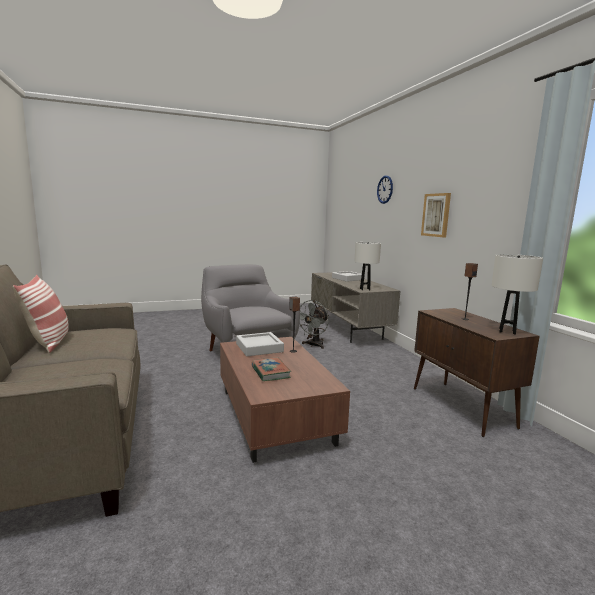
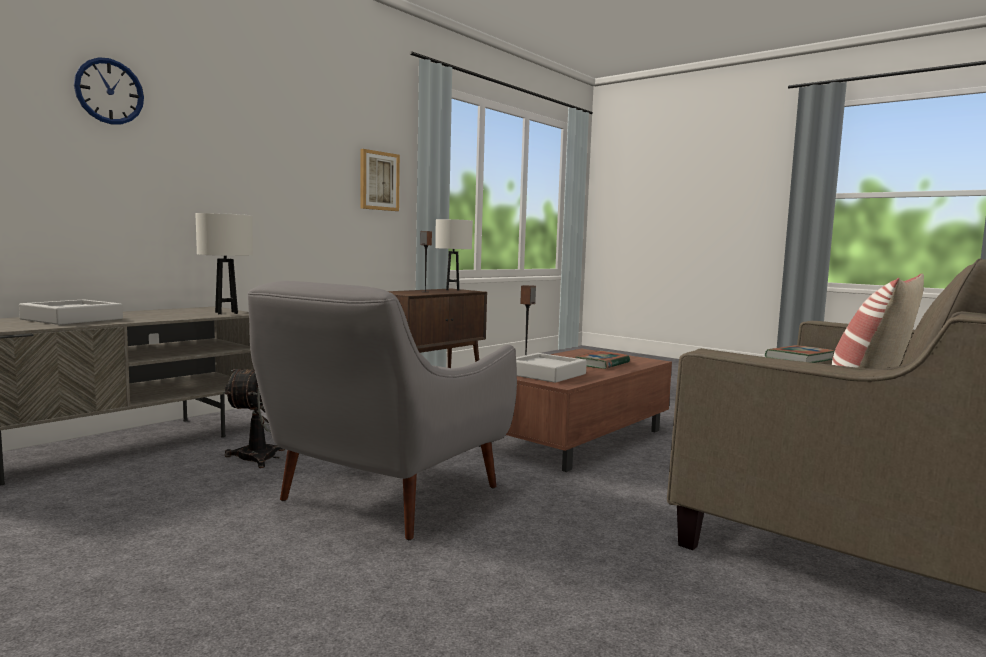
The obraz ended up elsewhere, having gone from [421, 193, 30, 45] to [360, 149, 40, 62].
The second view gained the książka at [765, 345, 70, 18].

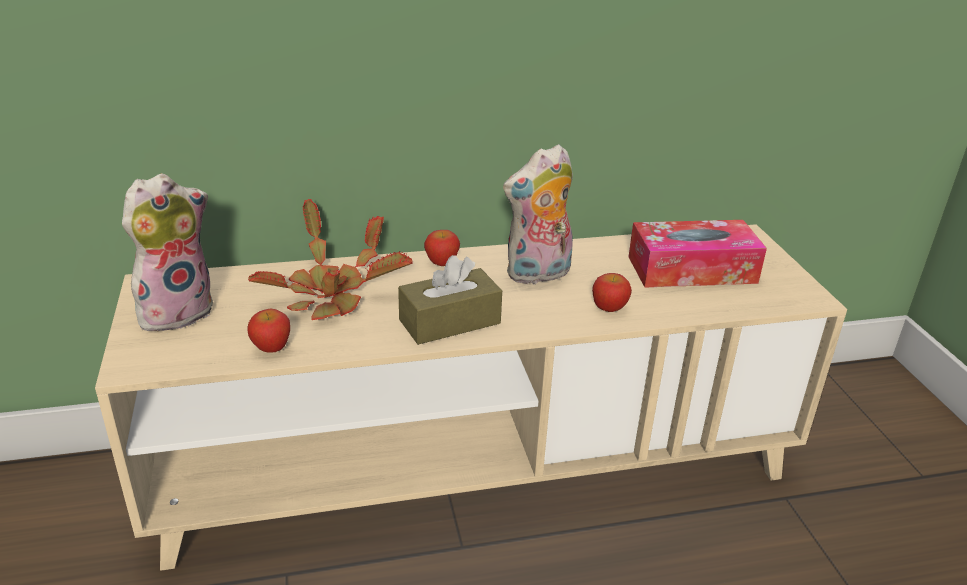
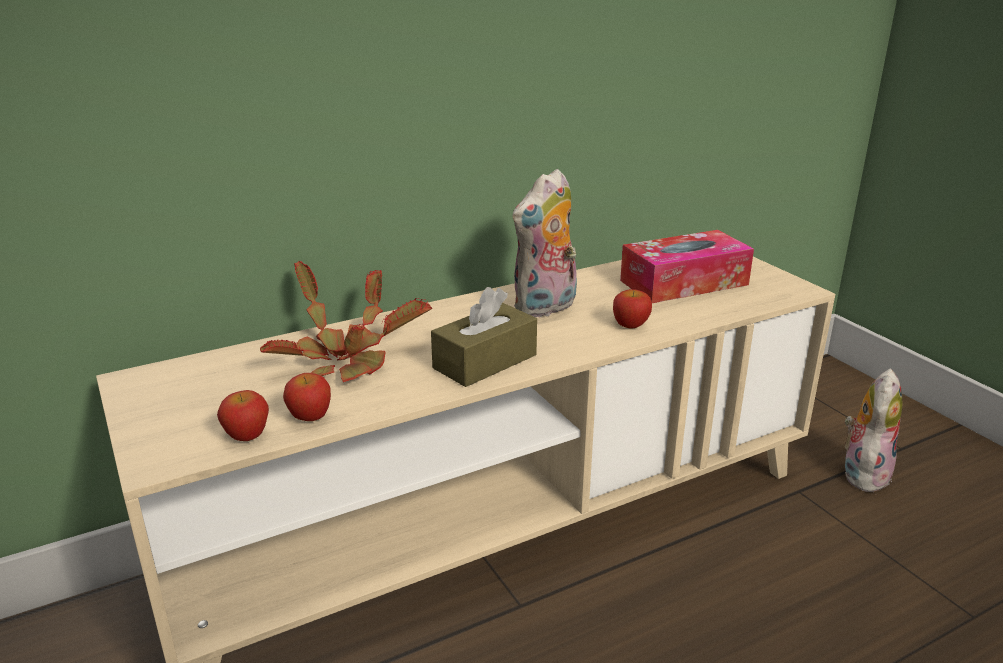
The jabłko ended up elsewhere, having gone from [424, 230, 36, 36] to [217, 390, 52, 51].
The pluszak ended up elsewhere, having gone from [122, 173, 91, 161] to [845, 368, 58, 124].

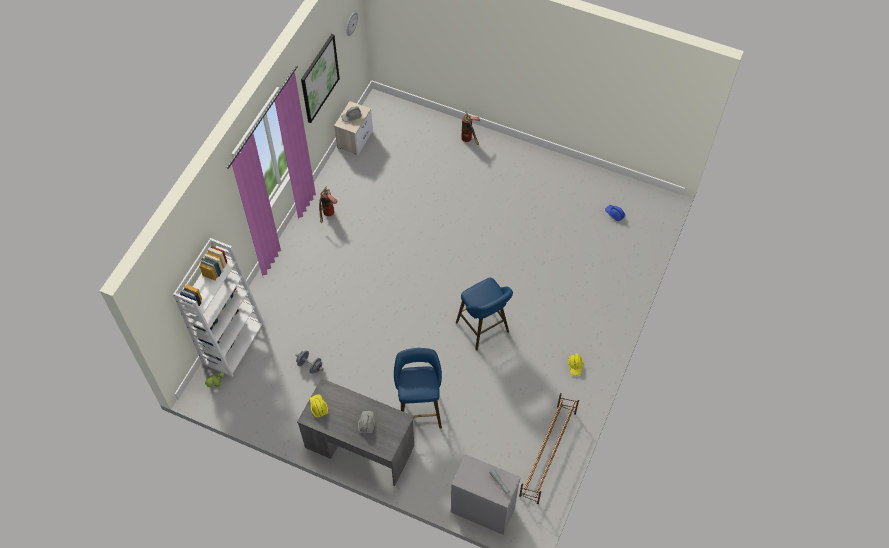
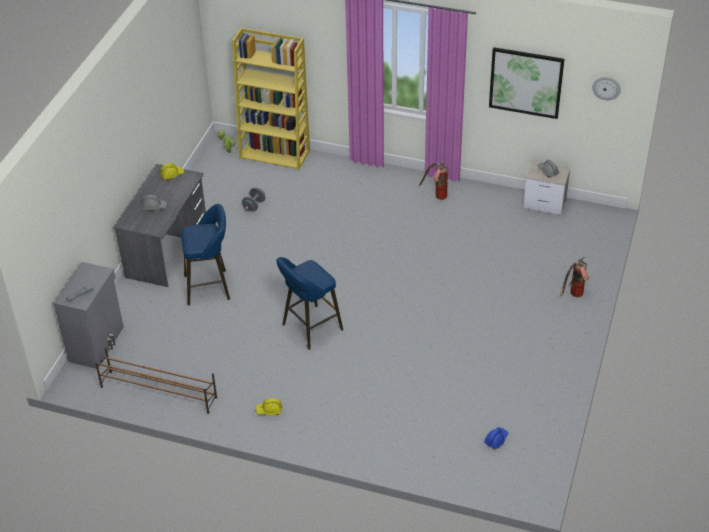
What was the regał [biały] at [173, 238, 91, 139] turned into the regał [żółty] at [232, 28, 78, 143].

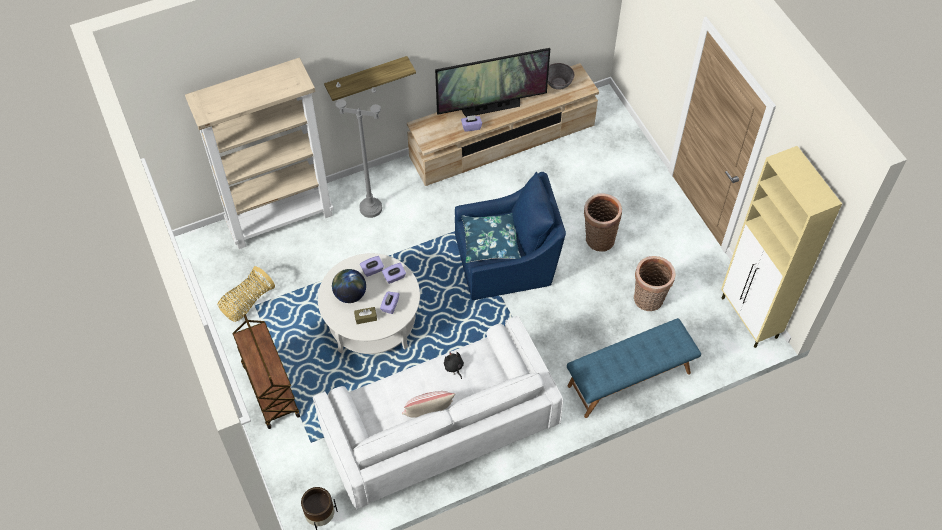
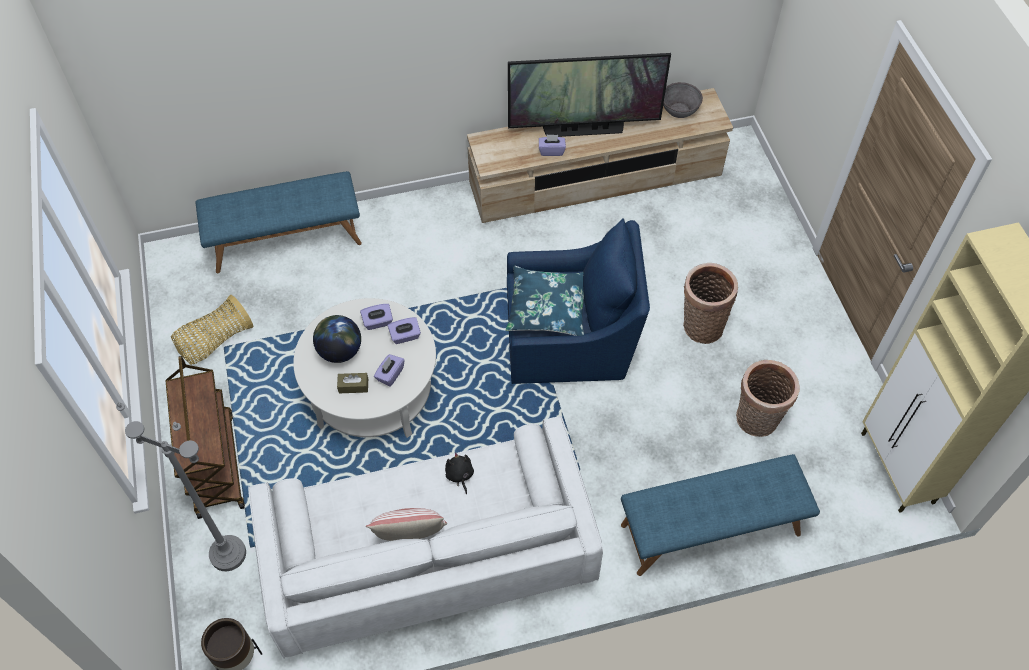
The lampa stojąca [szary] ended up elsewhere, having gone from [336, 82, 46, 136] to [116, 402, 130, 169].
Where the regał [beżowy] stood at [185, 58, 149, 191], the ławka [niebieski] came to stand at [195, 171, 167, 102].
The second view lost the półka at [324, 56, 92, 45].

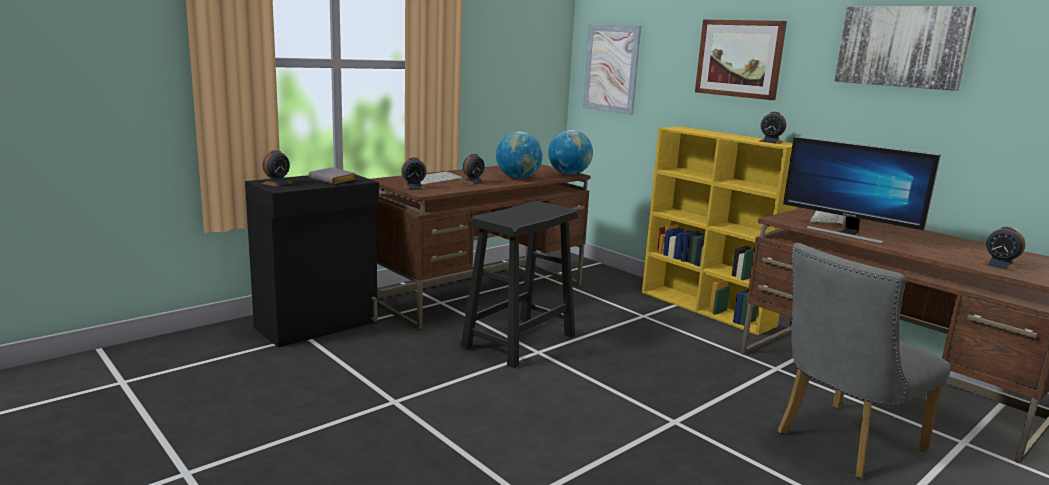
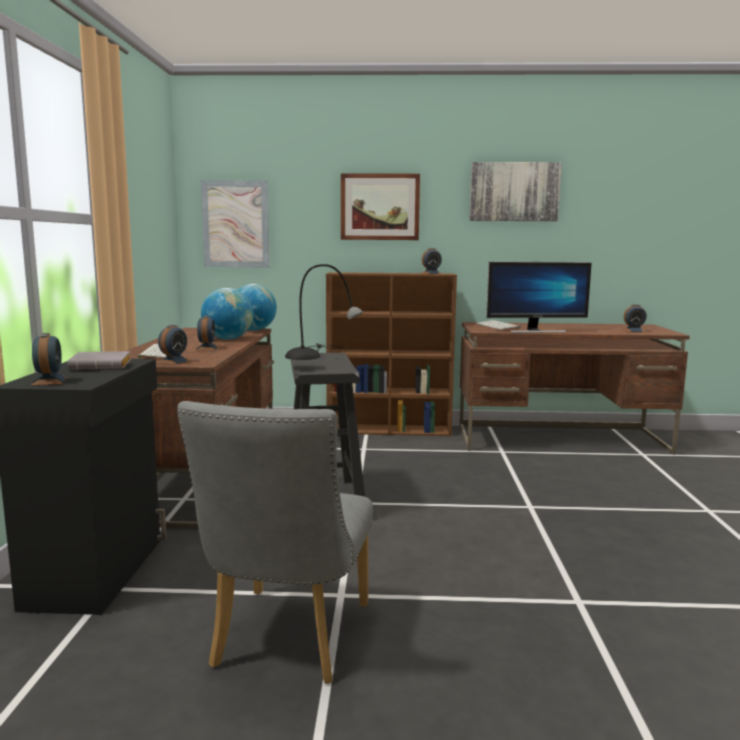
The krzesło [szary] ended up elsewhere, having gone from [778, 243, 173, 236] to [177, 401, 196, 283].
The second view gained the lampa stołowa [czarny] at [285, 264, 78, 96].
What was the regał [żółty] at [642, 127, 155, 208] turned into the regał [brązowy] at [326, 272, 131, 164].

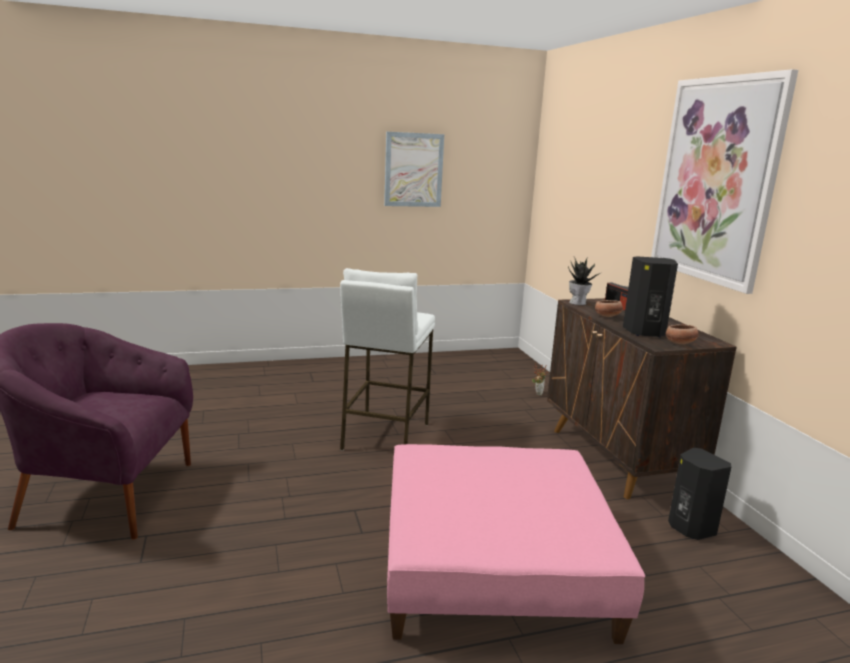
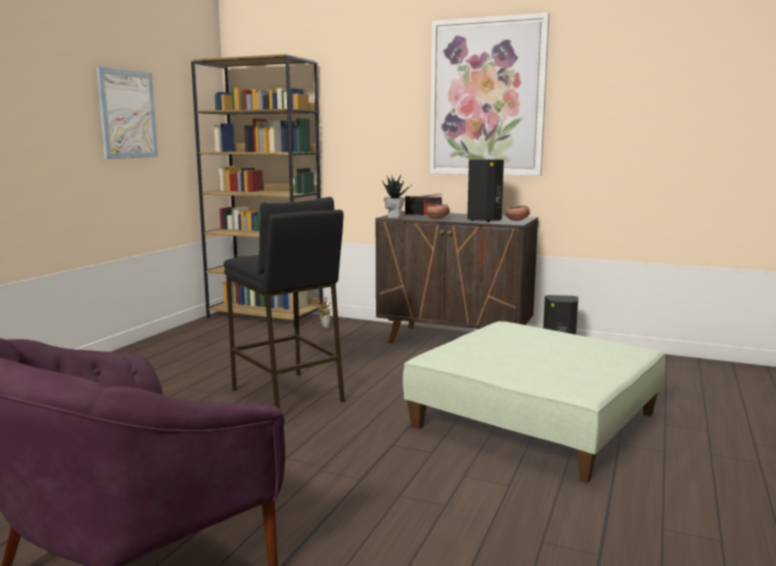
The second view gained the regał [brązowy] at [191, 54, 132, 275].
What was the stołek [biały] at [340, 268, 95, 182] turned into the stołek [czarny] at [224, 197, 121, 212].
What was the pufa [różowy] at [387, 444, 258, 200] turned into the pufa [zielony] at [403, 321, 263, 162].

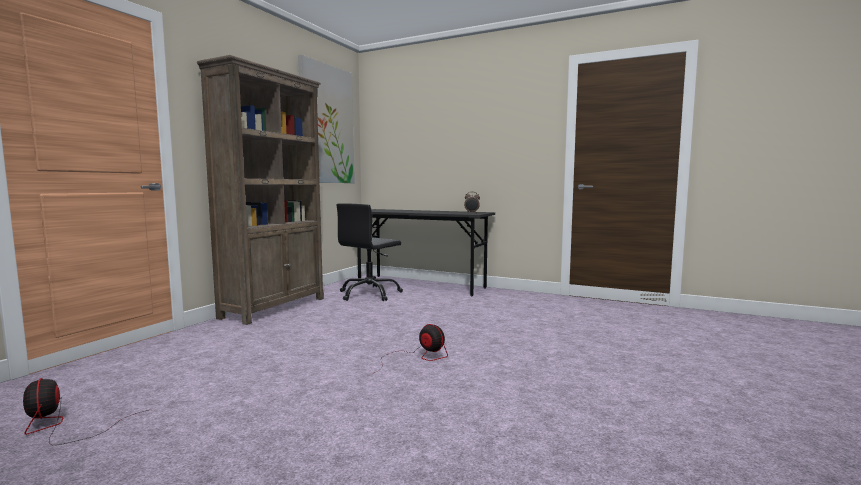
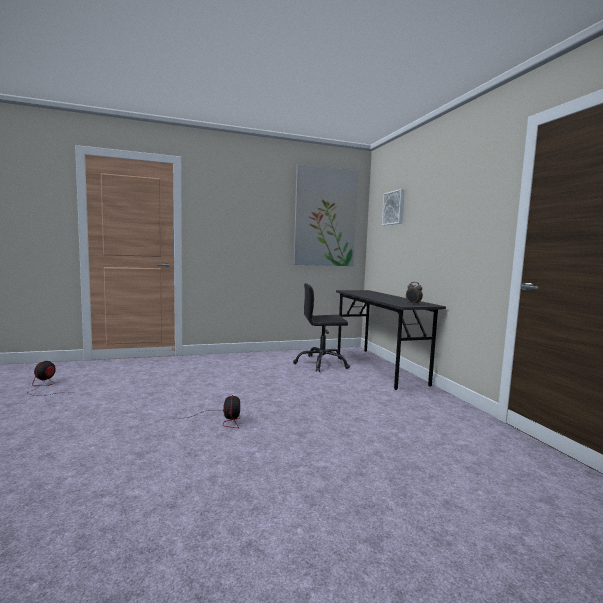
The second view gained the obraz at [382, 189, 23, 36].
The second view lost the regał [brązowy] at [197, 55, 127, 270].

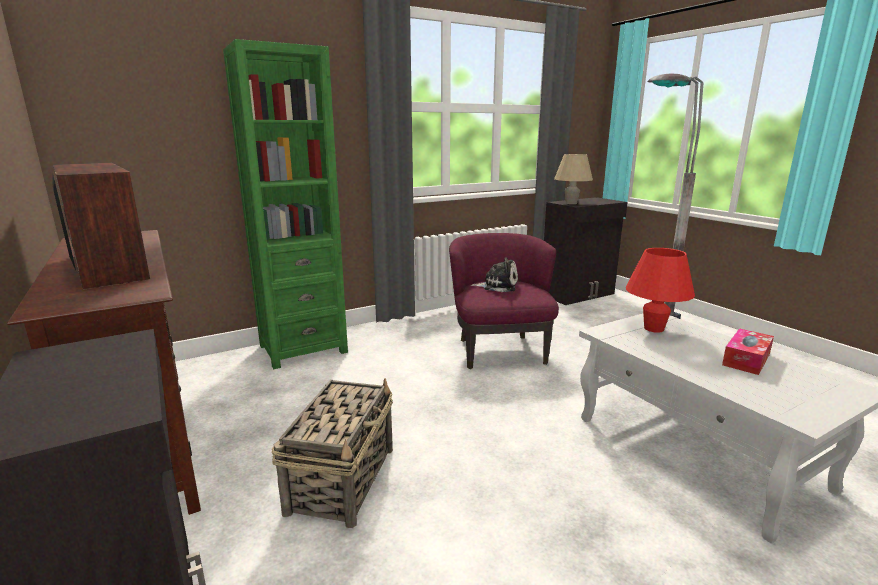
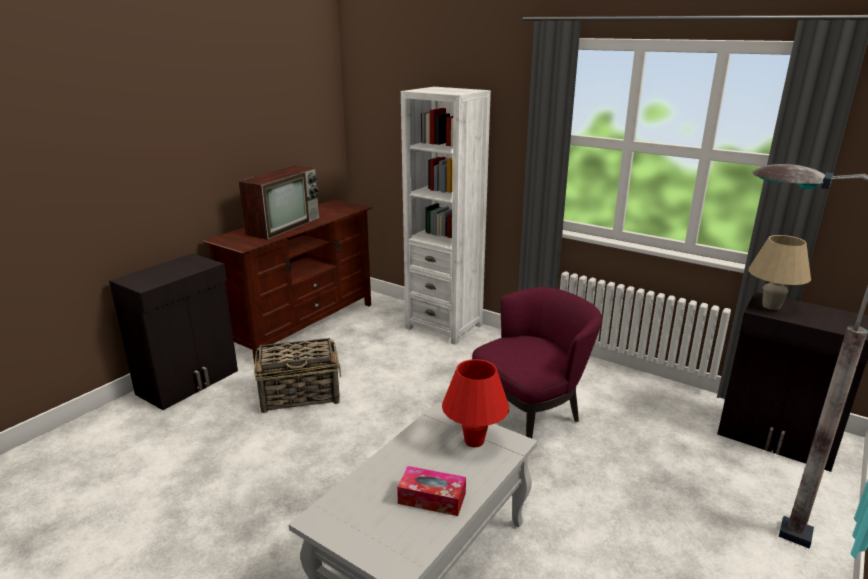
What was the regał [zielony] at [223, 39, 125, 330] turned into the regał [biały] at [401, 87, 90, 258].
The second view lost the pluszak at [470, 257, 48, 35].

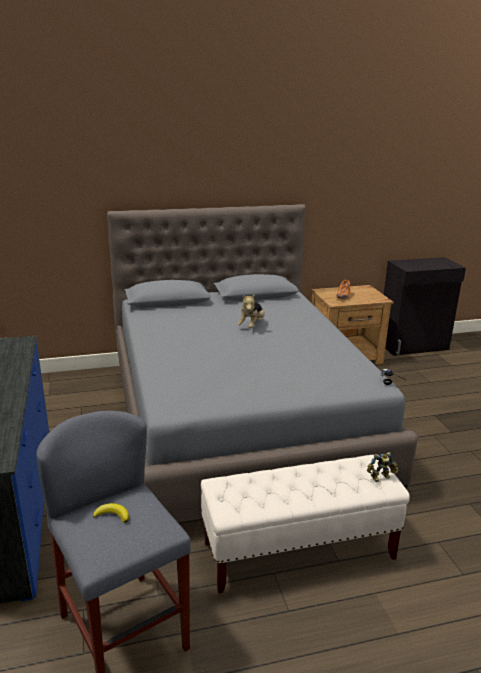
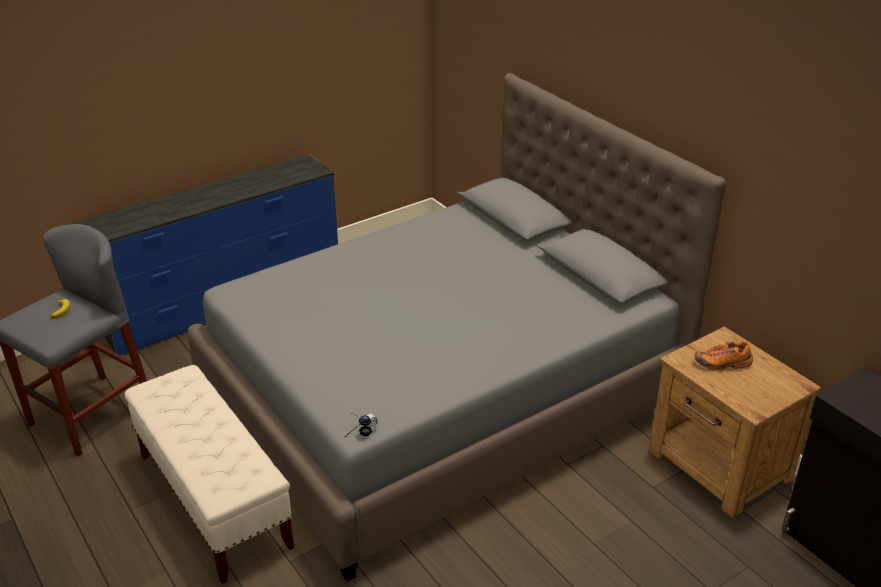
The second view lost the pluszak at [237, 294, 28, 34].
The second view lost the robot zabawkowy at [367, 452, 32, 30].

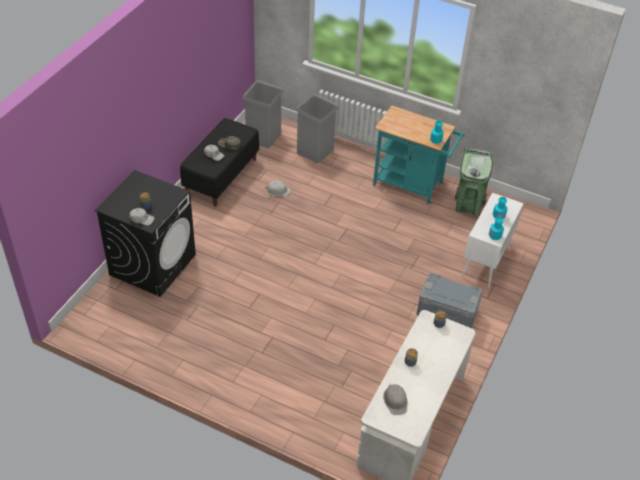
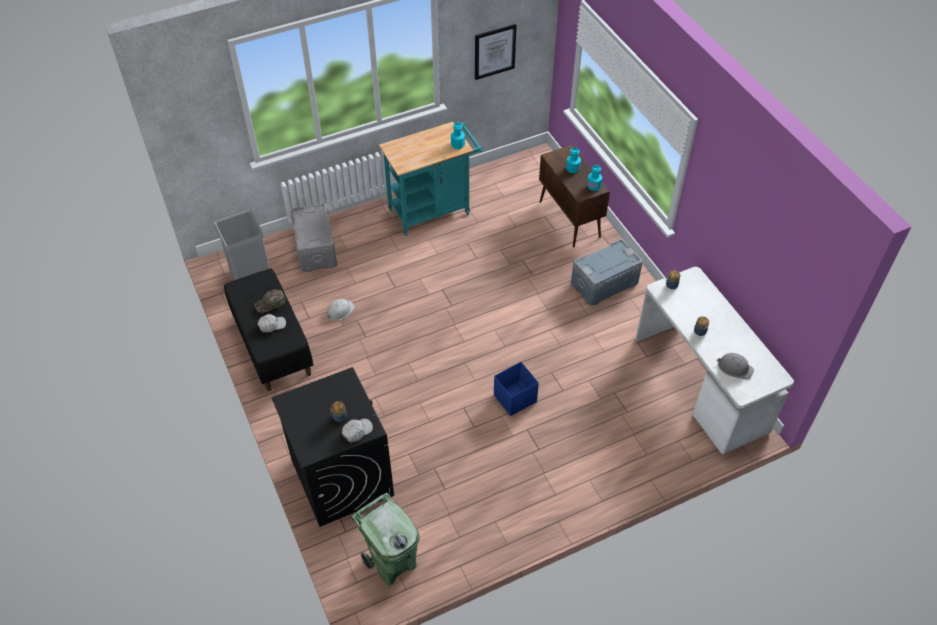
Where the kosz na śmieci [szary] stood at [295, 93, 44, 71], the pojemnik do przechowywania [szary] came to stand at [291, 204, 46, 68].
The kosz na śmieci [zielony] ended up elsewhere, having gone from [455, 148, 38, 69] to [351, 493, 69, 92].
The second view gained the obraz at [475, 24, 42, 56].
The second view gained the pojemnik do przechowywania [niebieski] at [494, 362, 45, 54].
What was the szafka [biały] at [462, 192, 61, 95] turned into the szafka [brązowy] at [539, 145, 71, 103].

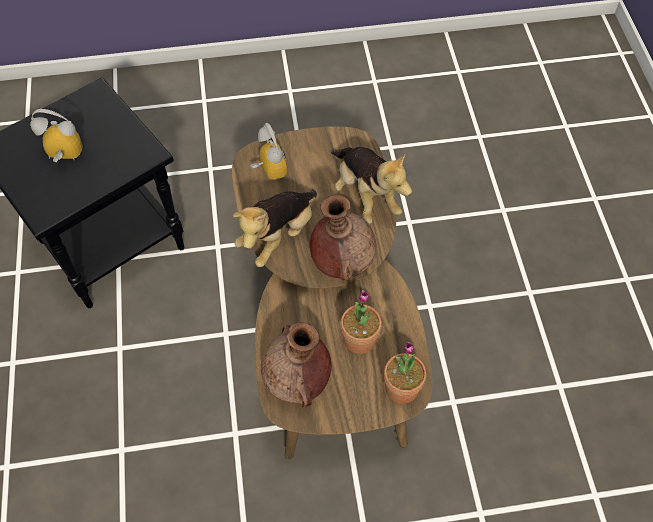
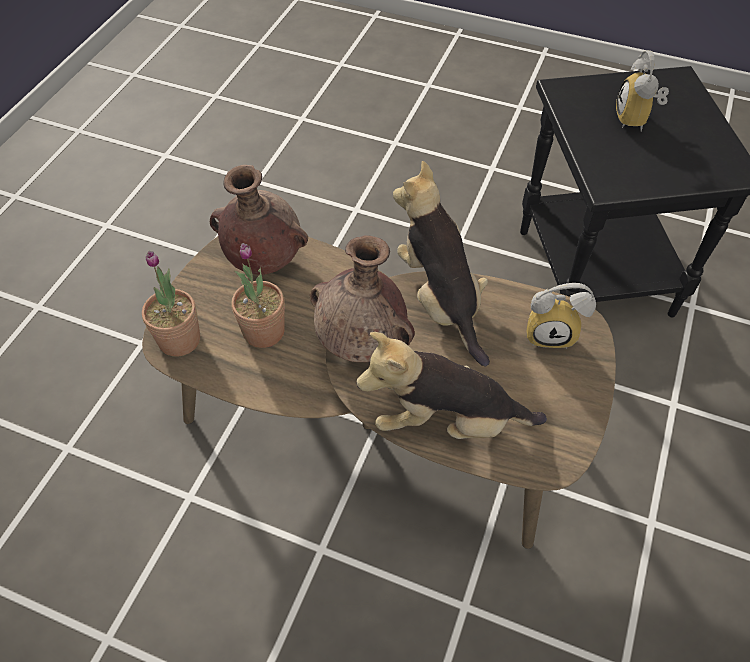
The budzik at [30, 109, 53, 54] ended up facing another way, 150 degrees clockwise from before.

